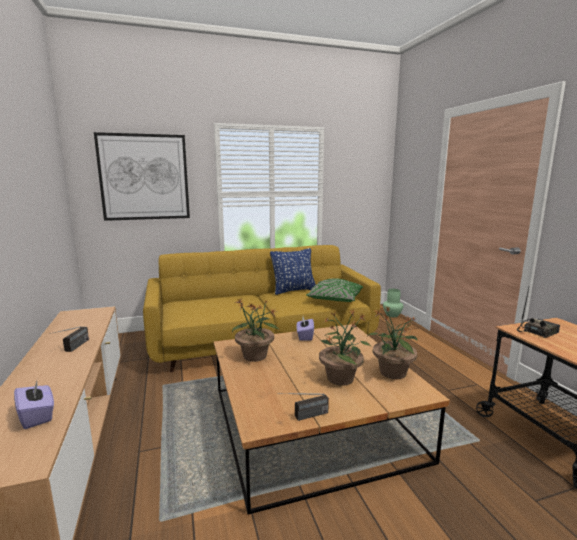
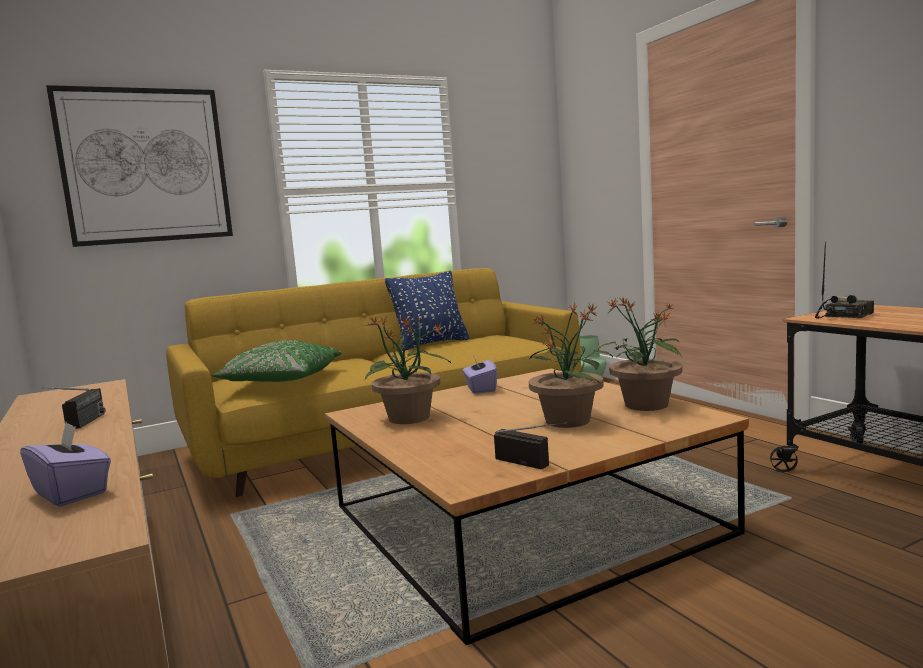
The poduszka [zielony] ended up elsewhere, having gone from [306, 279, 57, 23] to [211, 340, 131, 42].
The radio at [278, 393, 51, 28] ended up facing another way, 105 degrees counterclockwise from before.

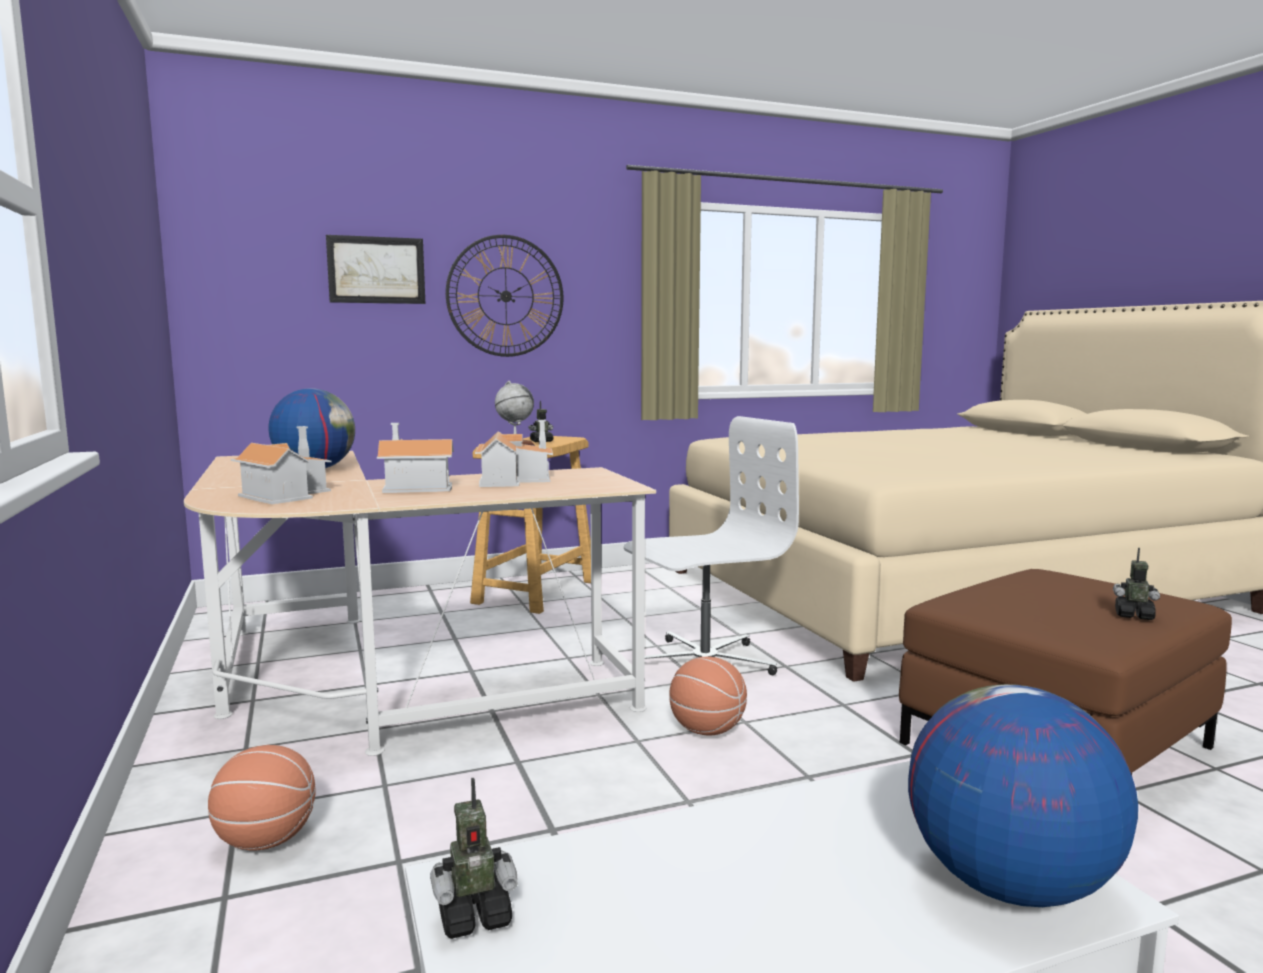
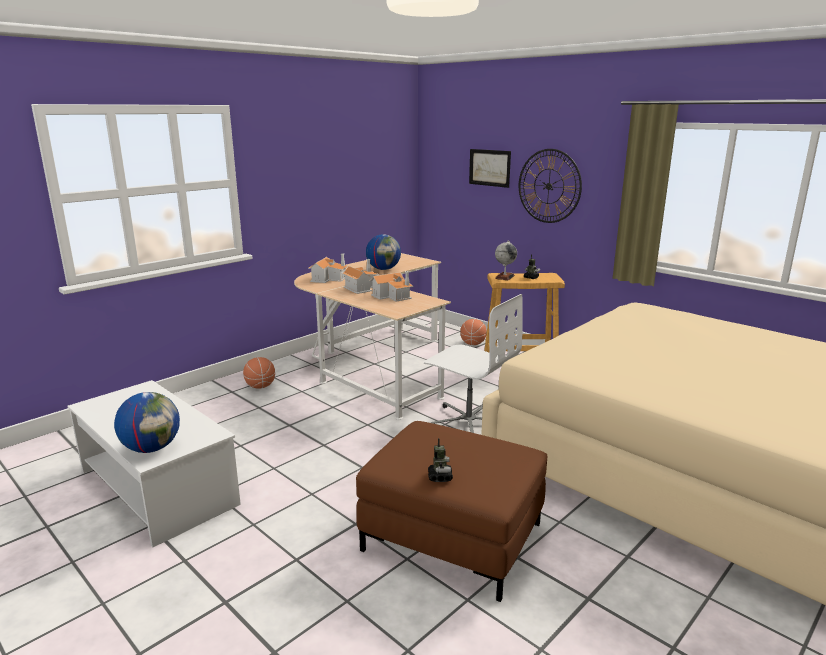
The piłka do koszykówki ended up elsewhere, having gone from [669, 656, 78, 79] to [460, 319, 27, 26].
The second view lost the robot zabawkowy at [430, 778, 88, 161].

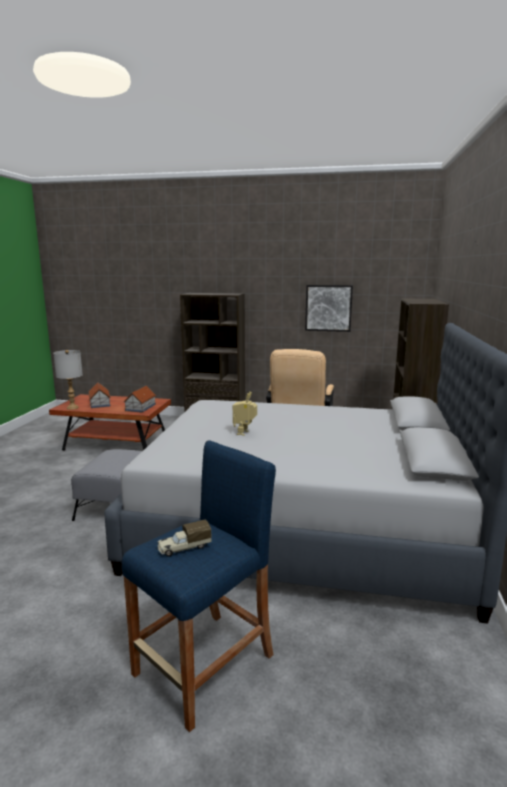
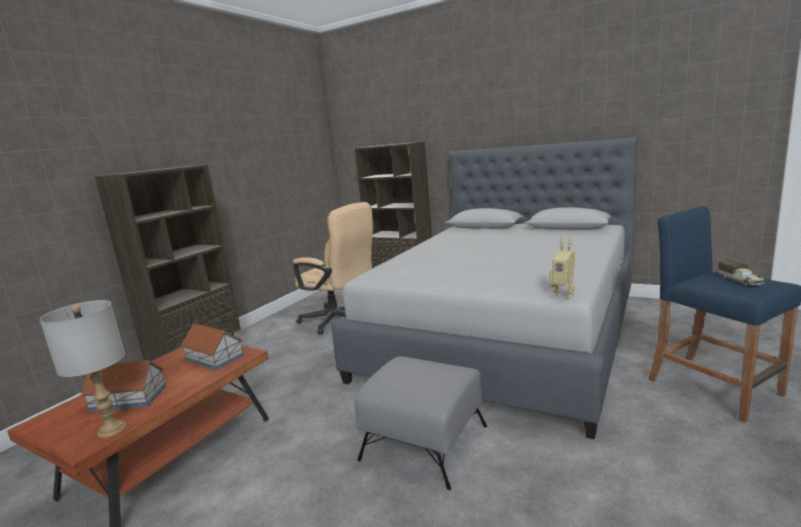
The robot zabawkowy ended up elsewhere, having gone from [233, 392, 24, 44] to [550, 238, 25, 60].
The second view lost the obraz at [305, 285, 48, 47].

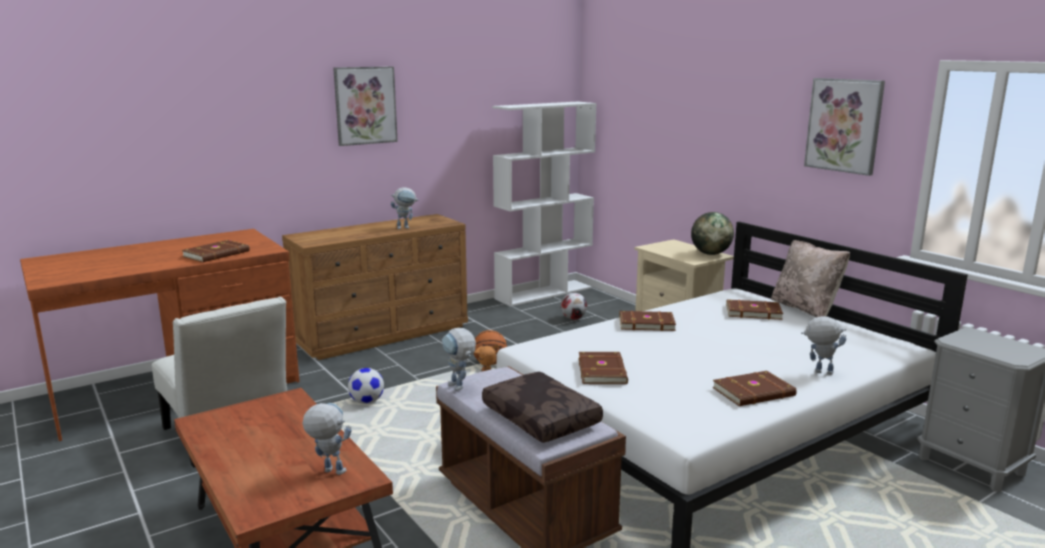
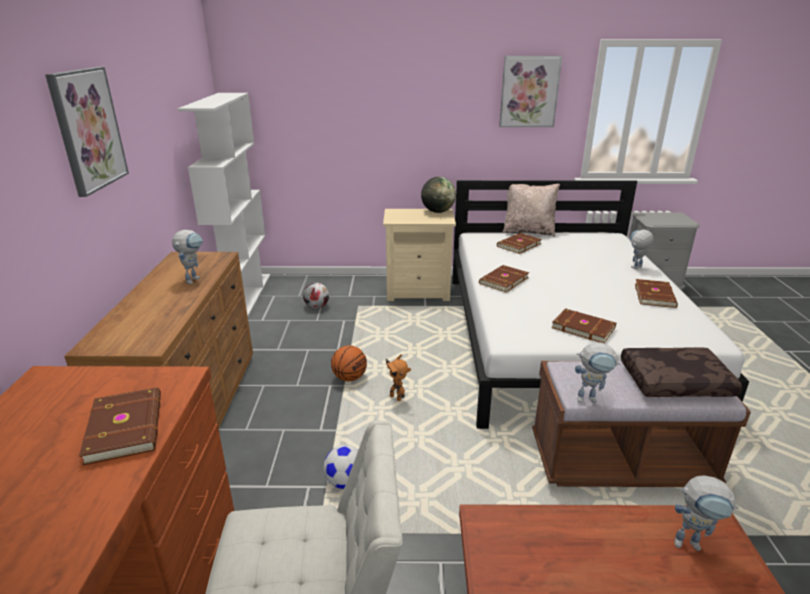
The robot zabawkowy at [302, 403, 50, 72] ended up facing another way, 135 degrees counterclockwise from before.

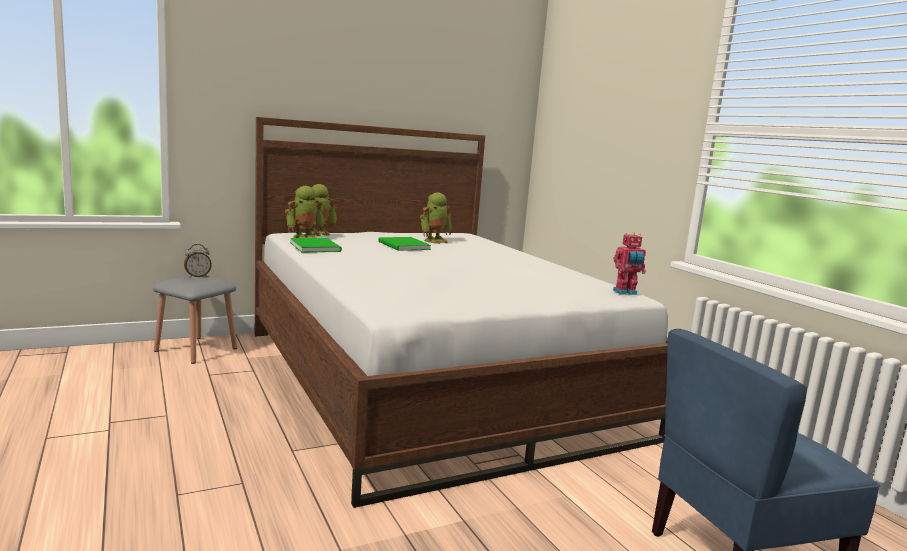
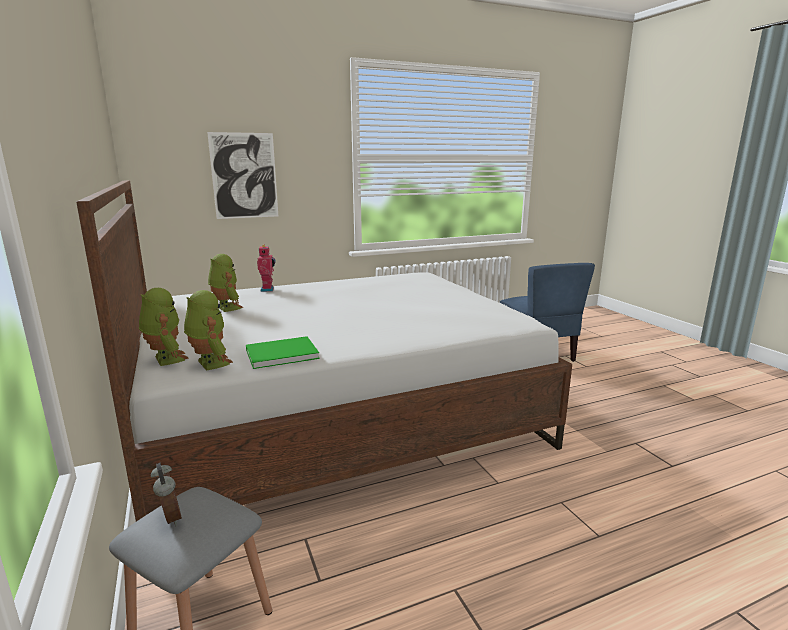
The second view gained the obraz at [207, 132, 71, 87].
The robot zabawkowy ended up elsewhere, having gone from [613, 232, 33, 63] to [257, 245, 19, 47].
The second view lost the książka [zielony] at [378, 237, 53, 14].

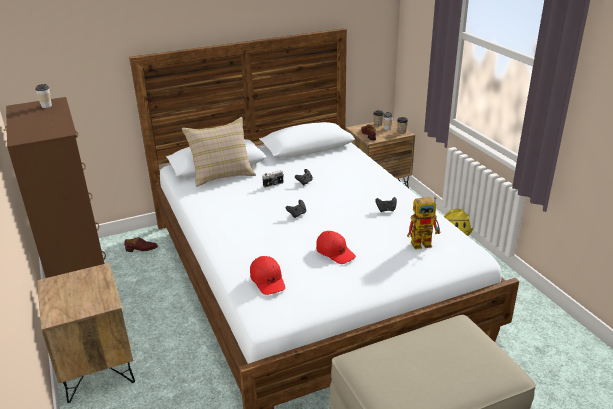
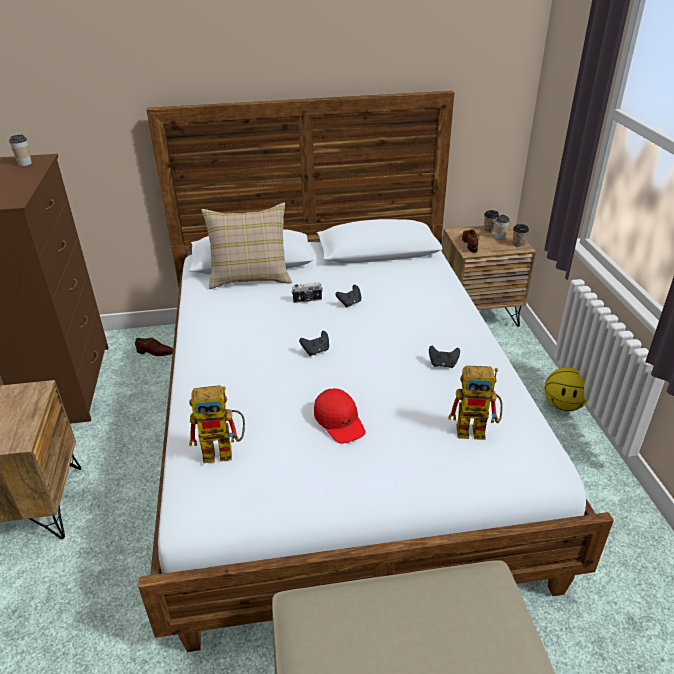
Where the czapka z daszkiem [czerwony] stood at [250, 256, 35, 39], the robot zabawkowy came to stand at [189, 385, 56, 78].

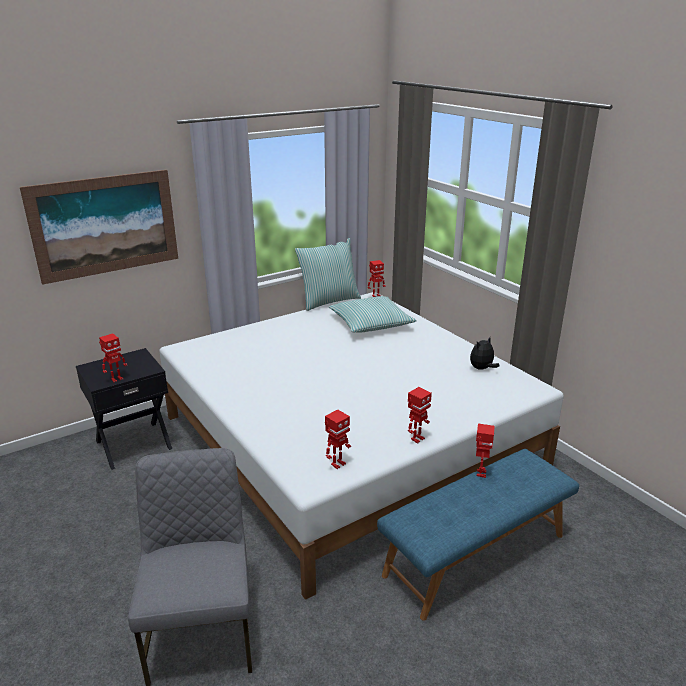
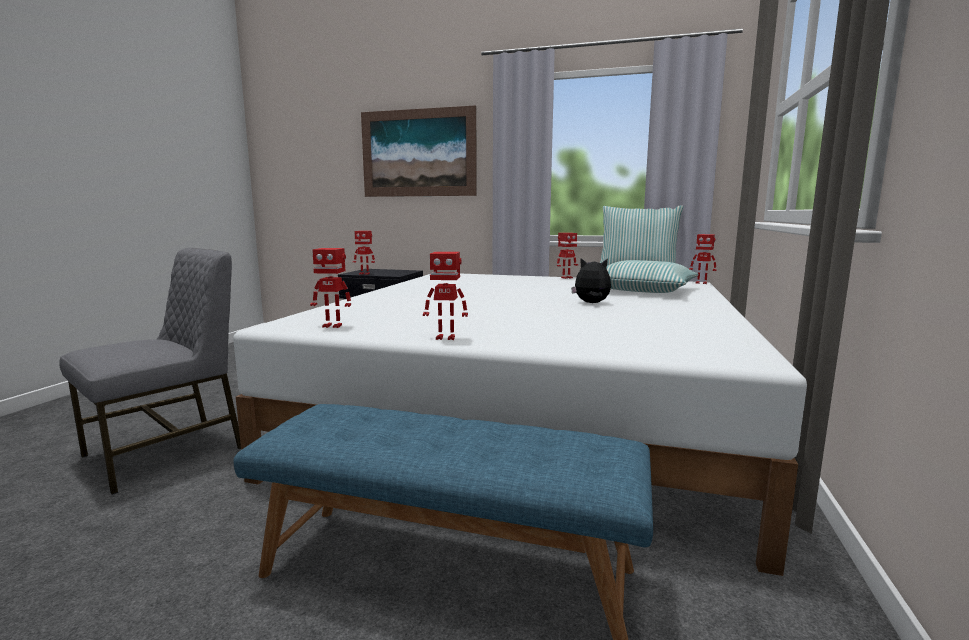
The robot zabawkowy ended up elsewhere, having gone from [476, 424, 19, 54] to [557, 233, 21, 46].
The pluszak ended up elsewhere, having gone from [470, 337, 30, 33] to [571, 258, 40, 45].

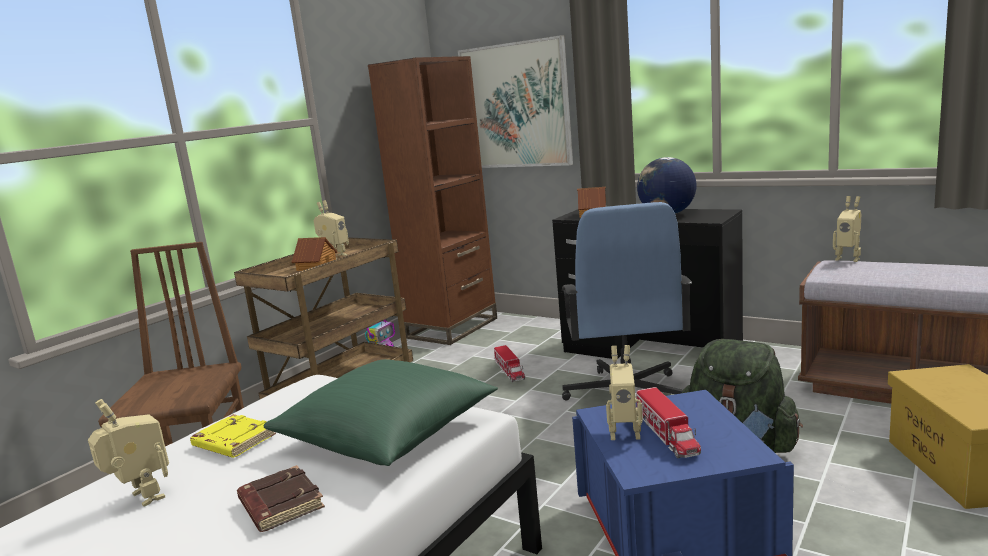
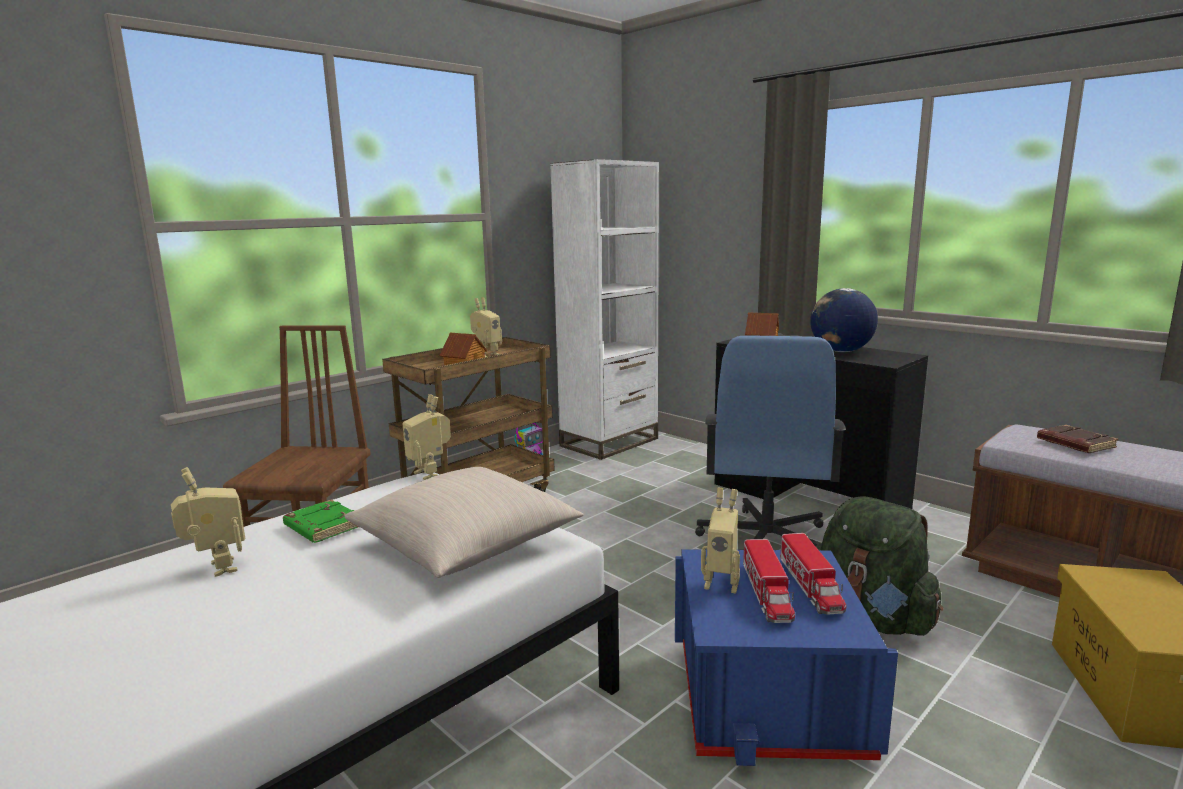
What was the książka [żółty] at [190, 414, 86, 44] turned into the książka [zielony] at [283, 500, 76, 43].
What was the poduszka [zielony] at [264, 359, 234, 107] turned into the poduszka [beżowy] at [345, 467, 239, 111].
The robot zabawkowy ended up elsewhere, having gone from [833, 196, 28, 66] to [403, 394, 48, 86].
What was the regał [brązowy] at [368, 56, 129, 289] turned into the regał [biały] at [550, 159, 109, 301].
The ciężarówka zabawkowa ended up elsewhere, having gone from [494, 345, 31, 37] to [780, 533, 66, 82].
The książka [brązowy] ended up elsewhere, having gone from [237, 465, 88, 67] to [1037, 425, 81, 28].
The second view lost the obraz at [458, 35, 115, 133].

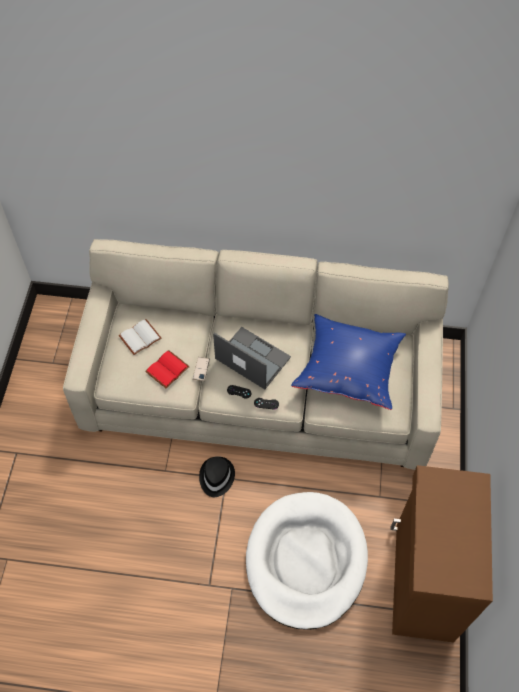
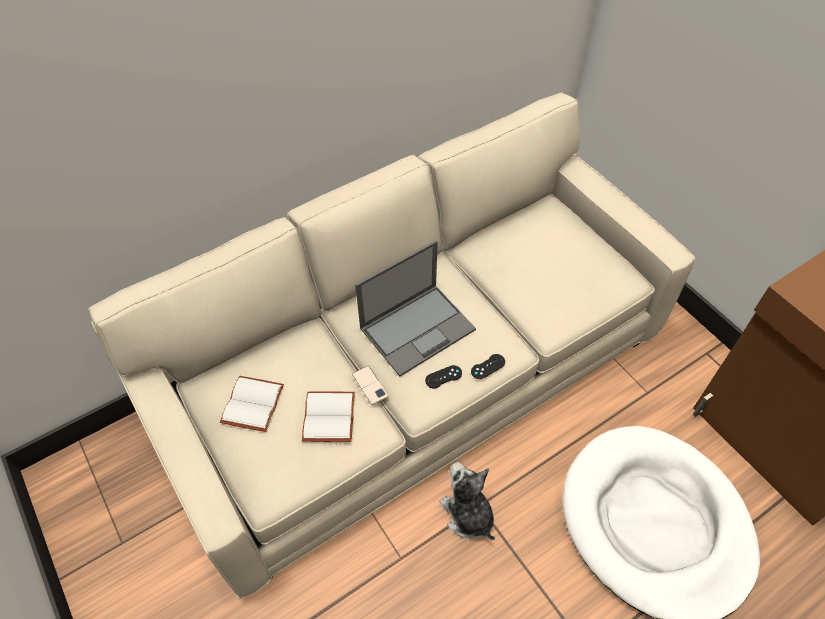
What was the książka [czerwony] at [145, 350, 45, 39] turned into the książka [biały] at [302, 391, 53, 51].
The laptop at [213, 327, 78, 62] ended up facing another way, 150 degrees clockwise from before.
Where the kapelusz [czarny] stood at [199, 456, 36, 41], the pluszak came to stand at [439, 462, 56, 78].
The second view lost the poduszka [niebieski] at [291, 314, 115, 96].

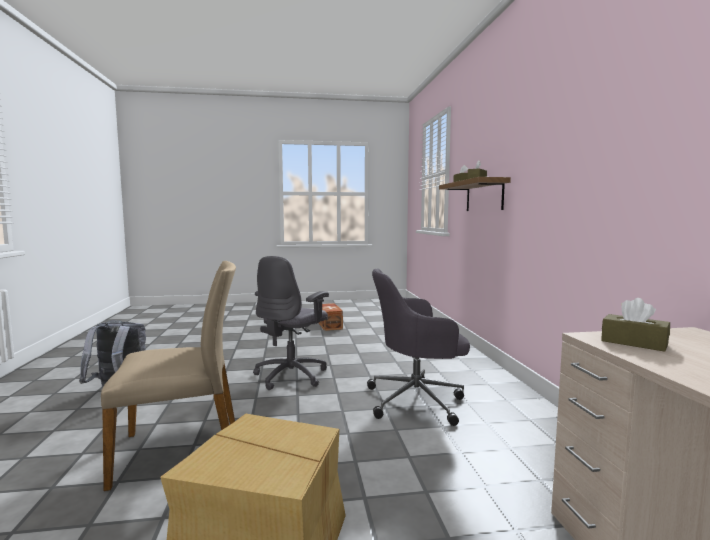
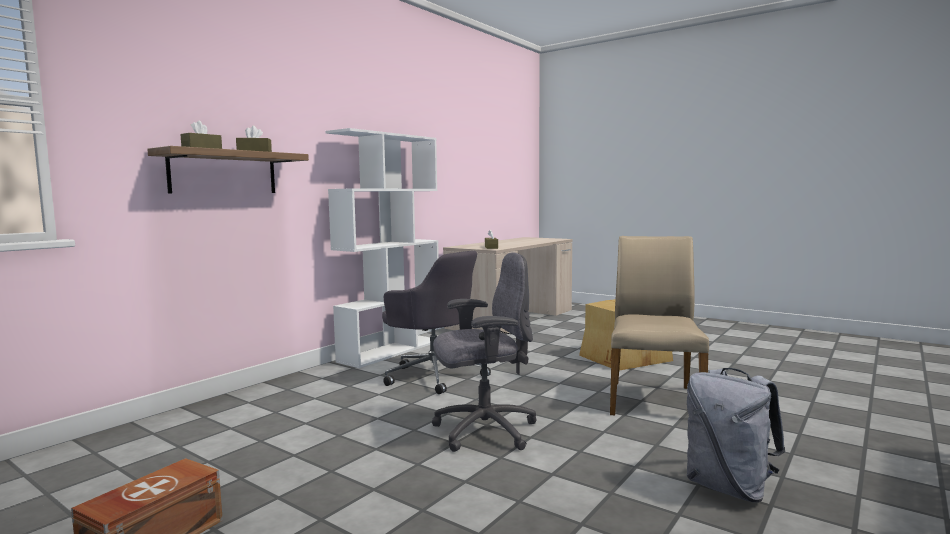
The second view gained the regał [biały] at [326, 128, 113, 240].
The krzesło [beżowy] at [101, 261, 135, 230] ended up facing another way, 75 degrees clockwise from before.

